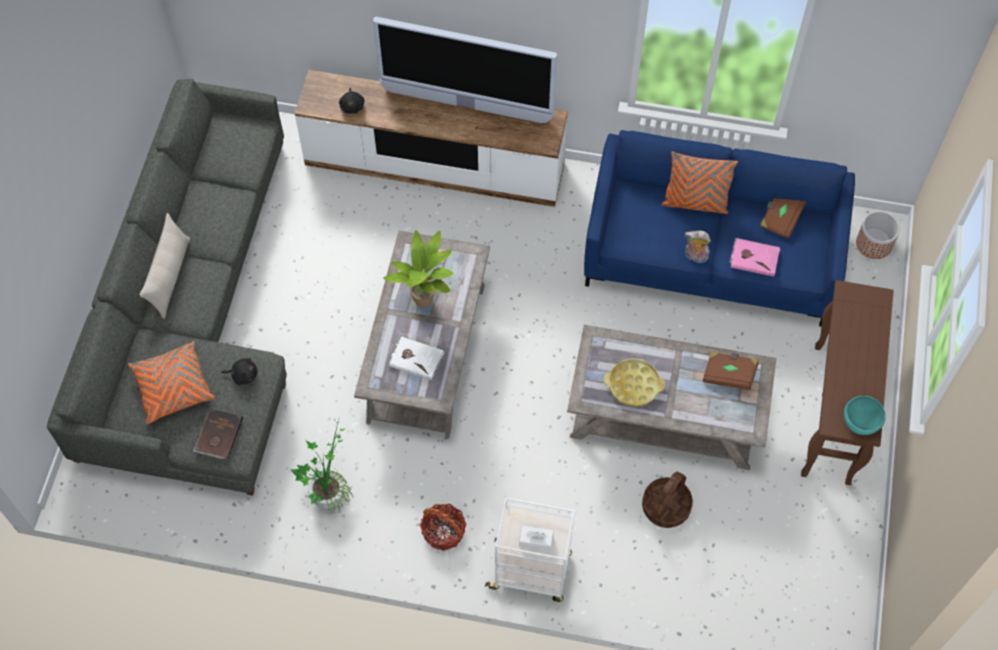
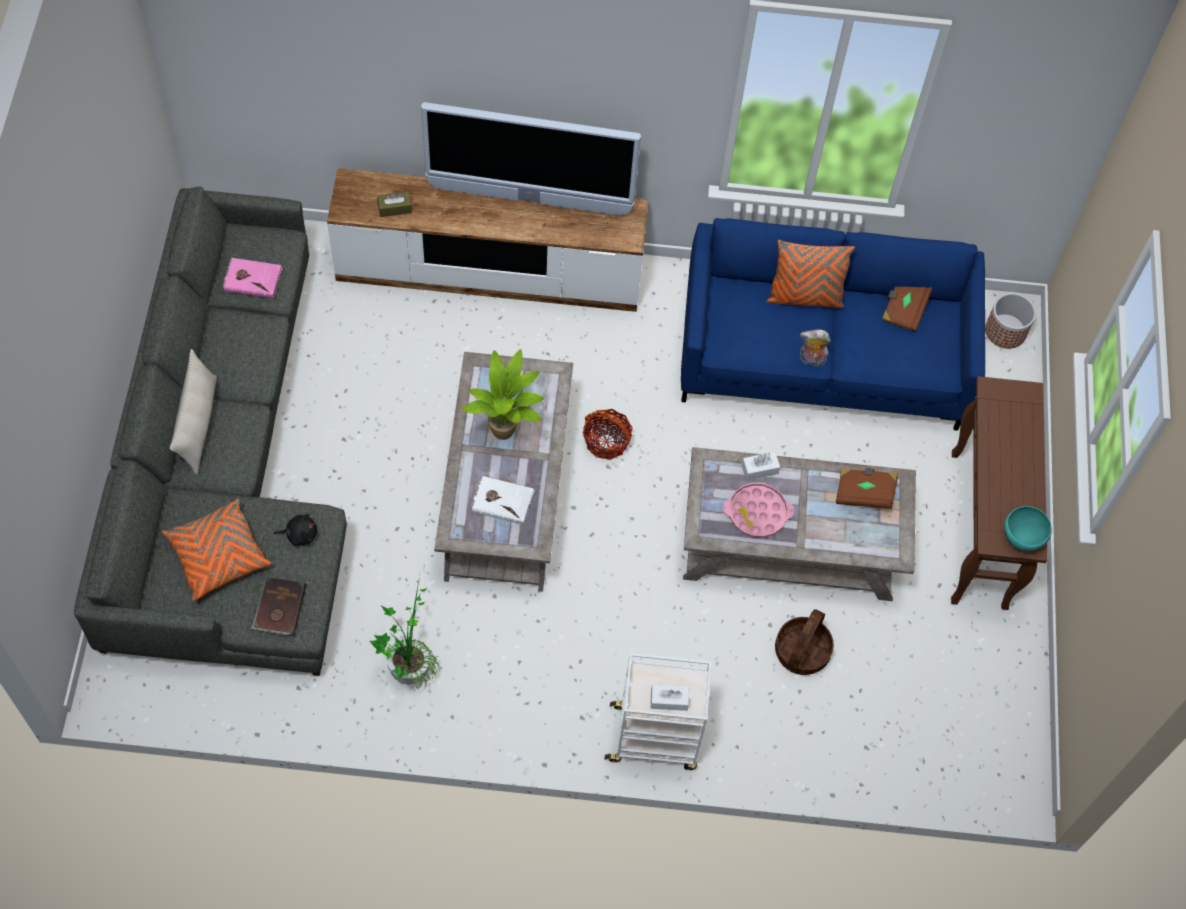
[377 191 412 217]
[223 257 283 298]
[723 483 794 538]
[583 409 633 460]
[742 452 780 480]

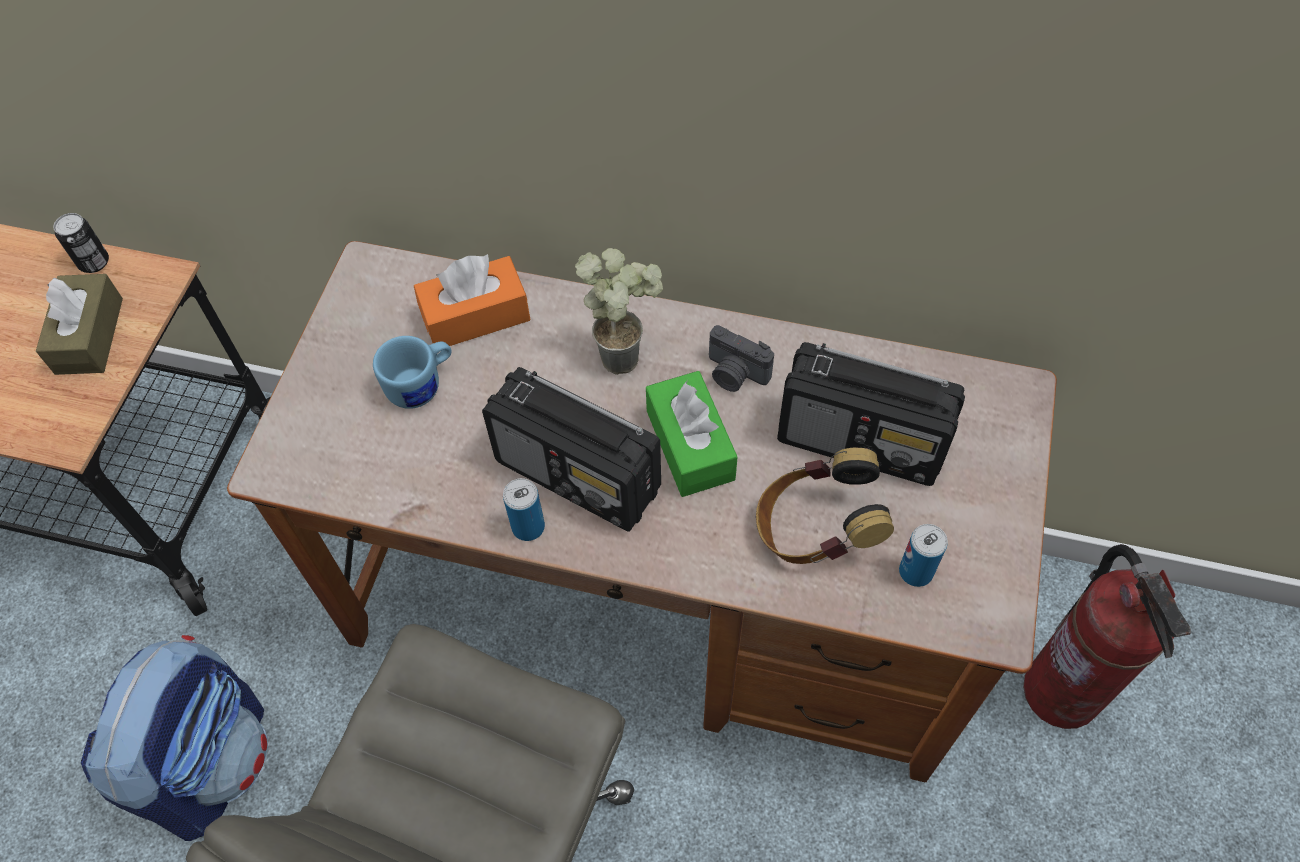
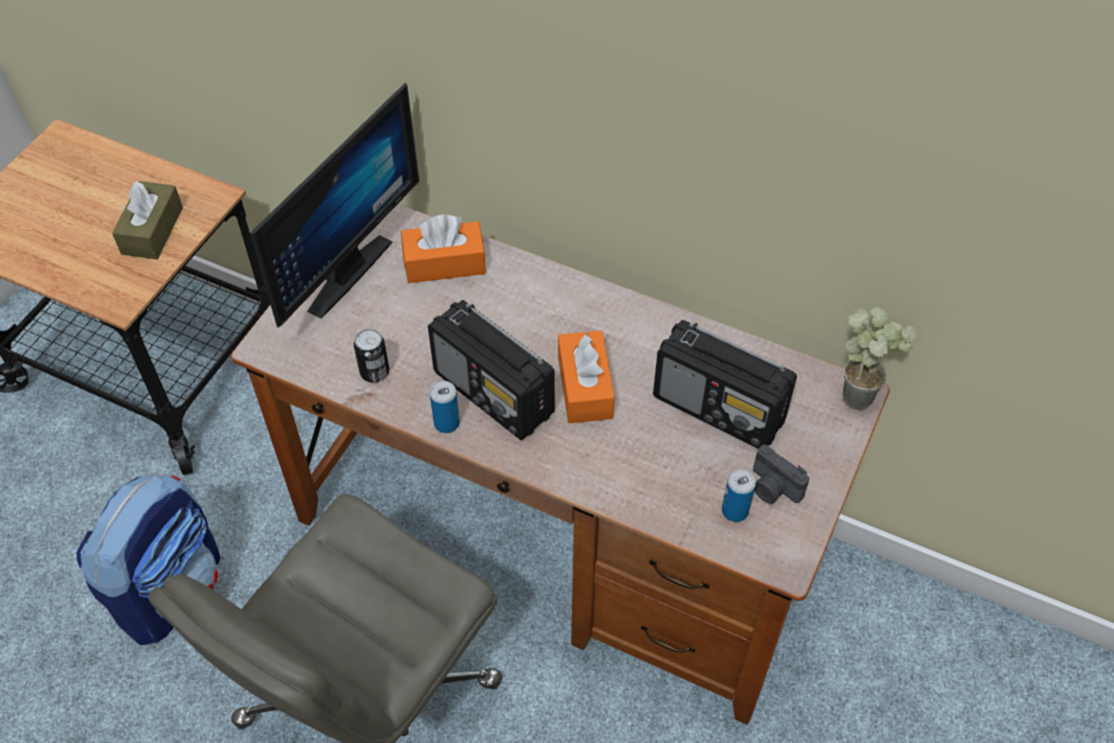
[354 329 389 382]
[842 307 916 410]
[753 445 810 504]
[373 336 452 409] (first image)
[558 330 615 423]
[756 448 894 564] (first image)
[1023 544 1191 729] (first image)
[250 82 419 328]

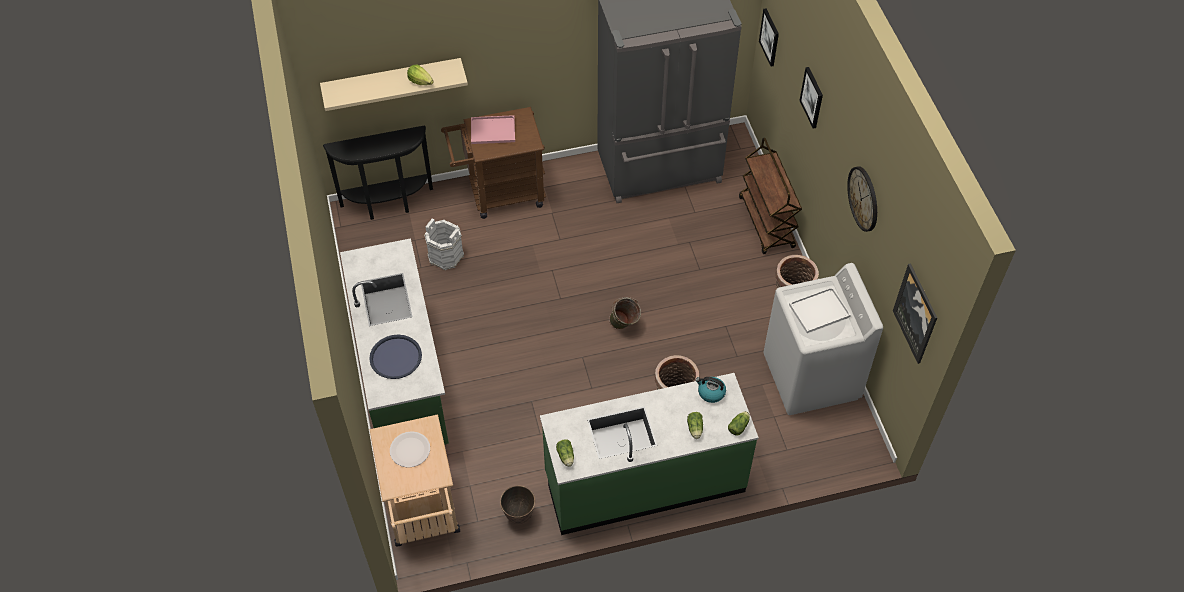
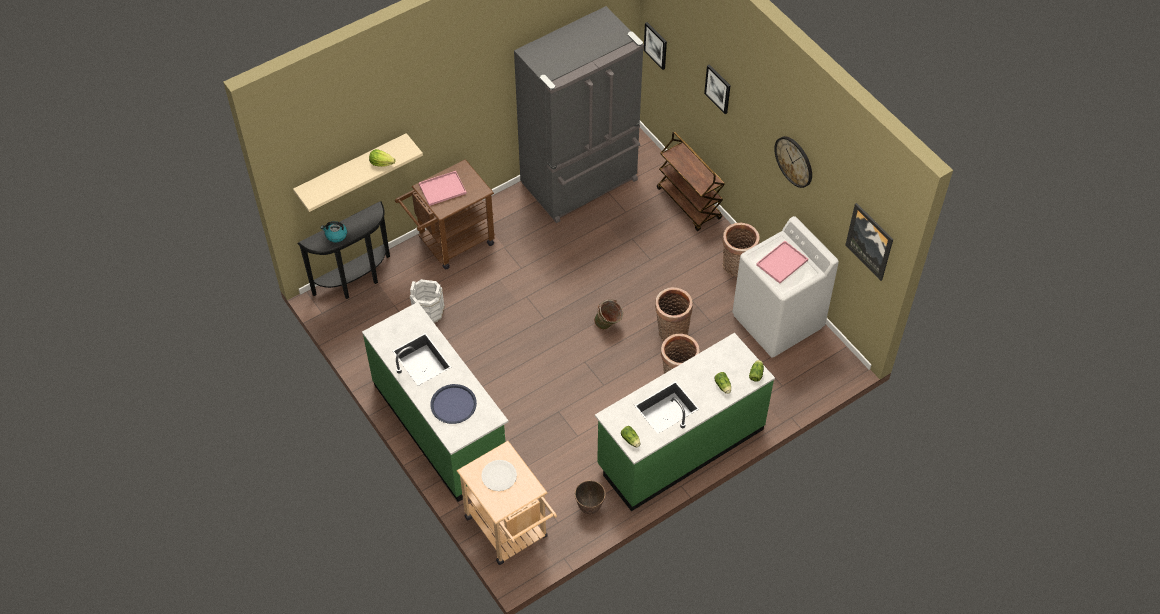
[756 241 808 284]
[321 221 347 243]
[655 287 693 341]

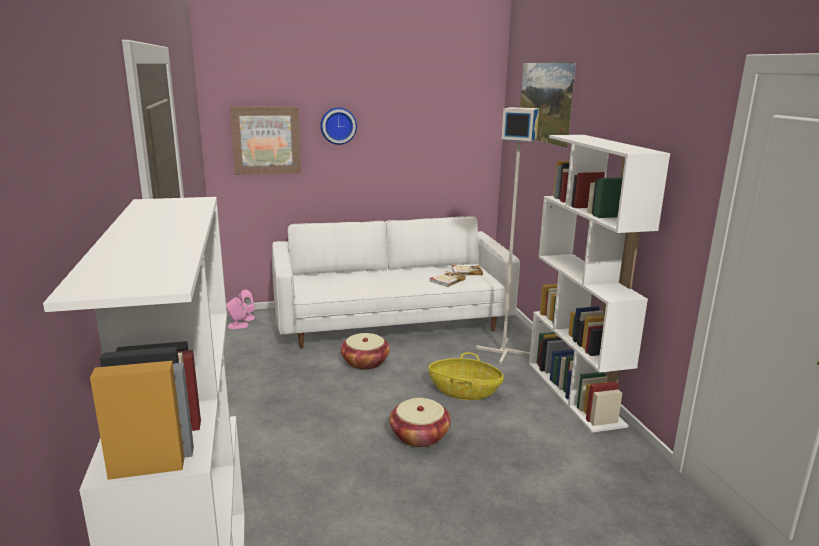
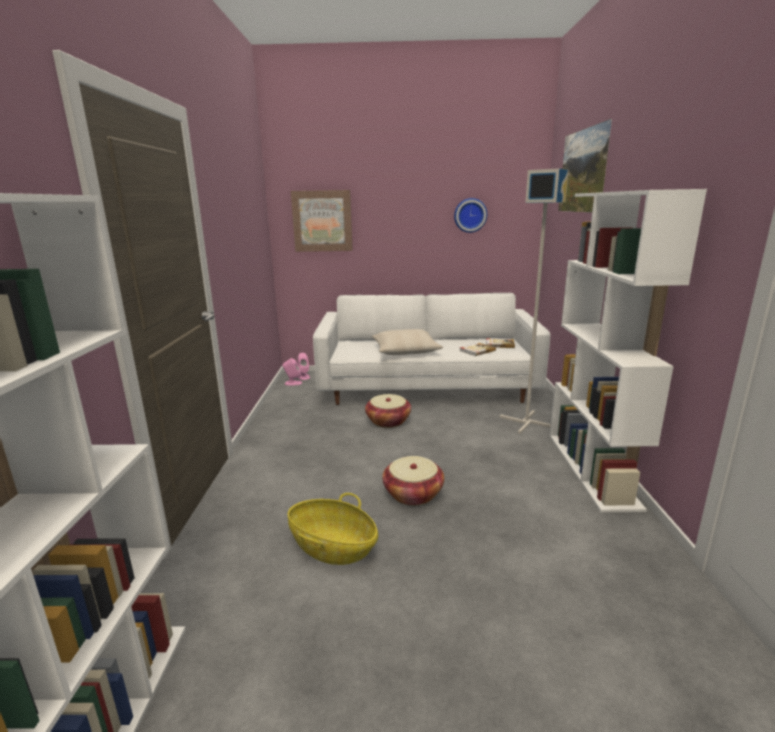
[454 198 487 233]
[288 493 378 565]
[372 329 443 355]

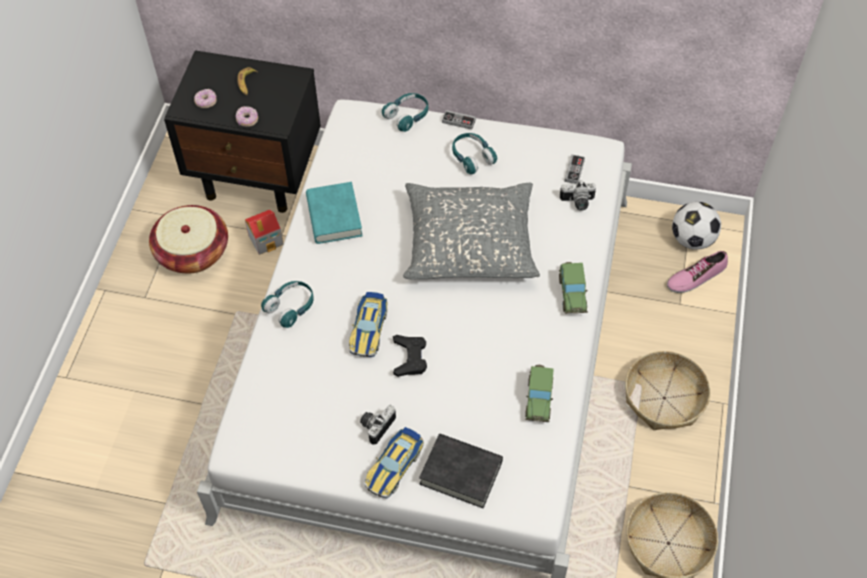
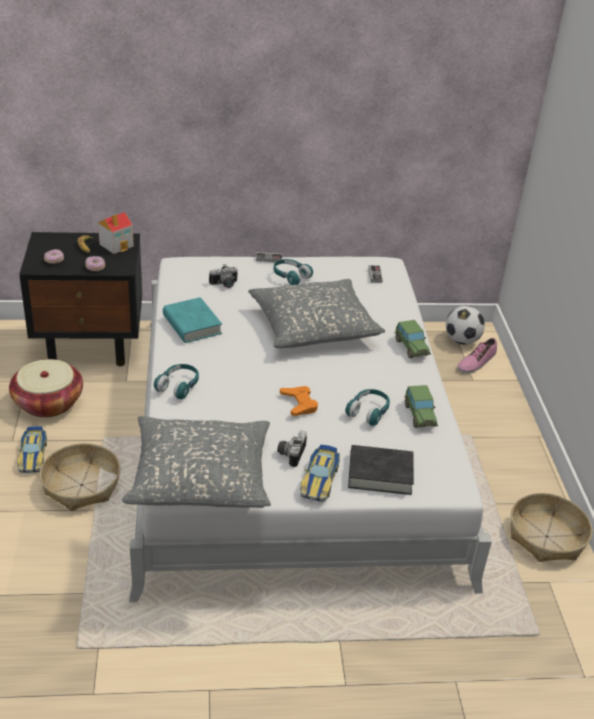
[345 389 390 426]
[209 265 238 288]
[98 212 134 254]
[17 426 47 473]
[280 386 318 416]
[39 443 120 511]
[122 416 271 508]

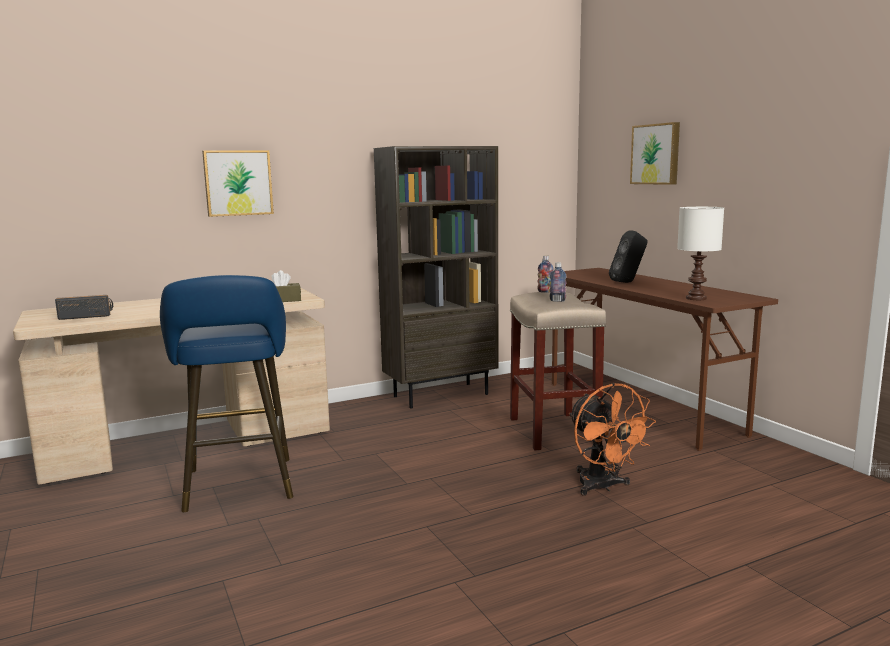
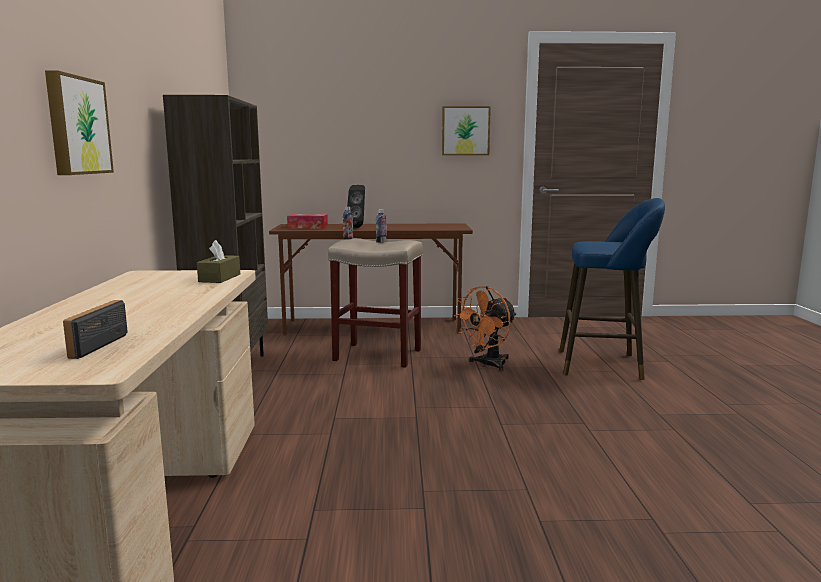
[442 106 491 155]
[677 207 724 300] (first image)
[559 198 665 380]
[454 286 517 371]
[287 214 328 229]

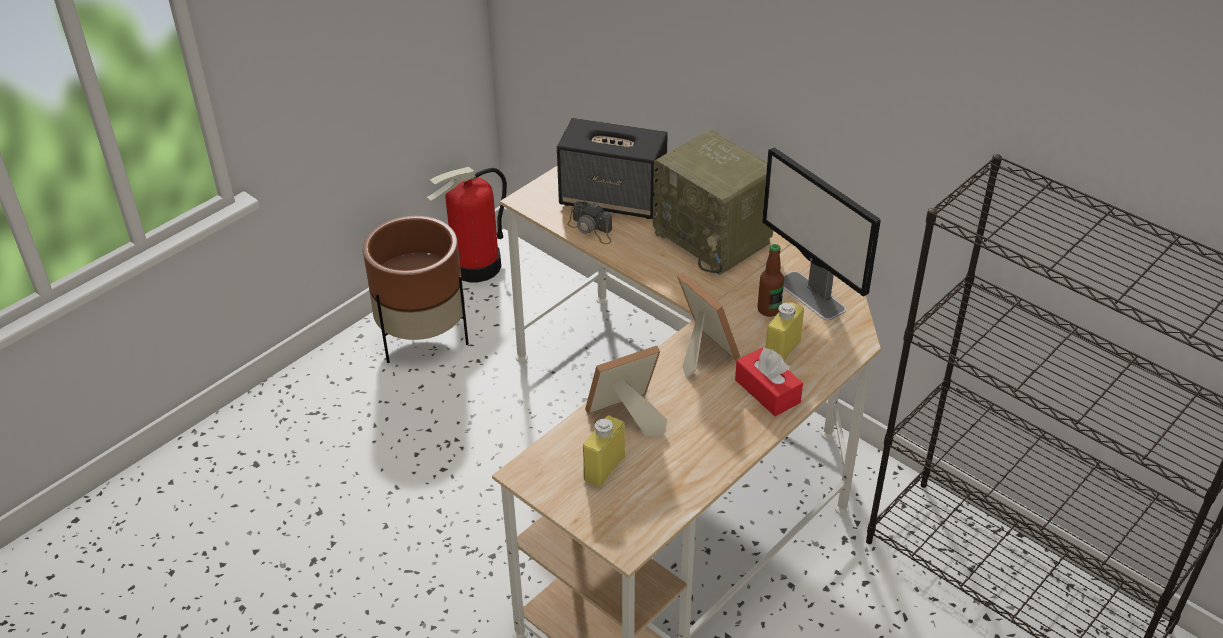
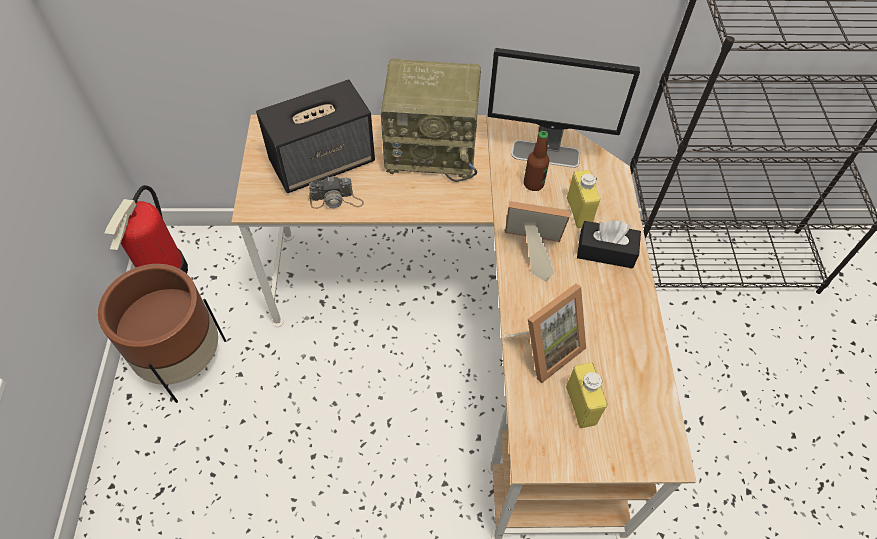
[506 284 586 383]
[577 220 641 269]

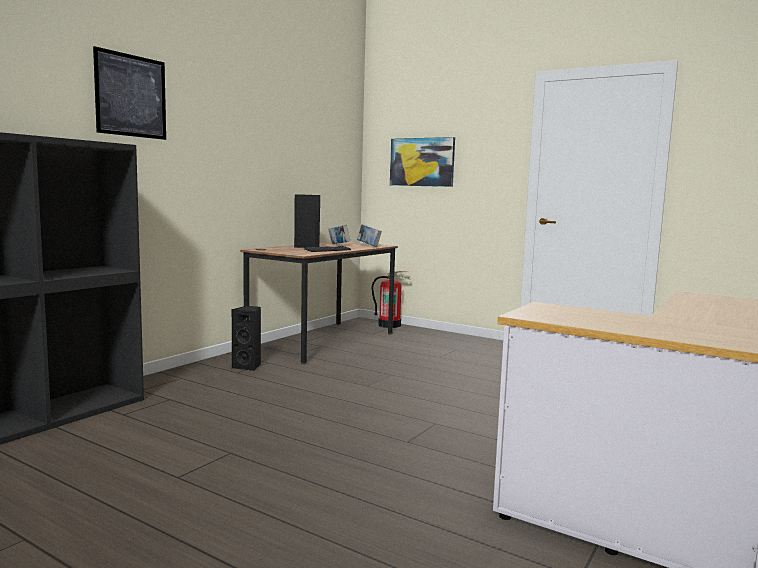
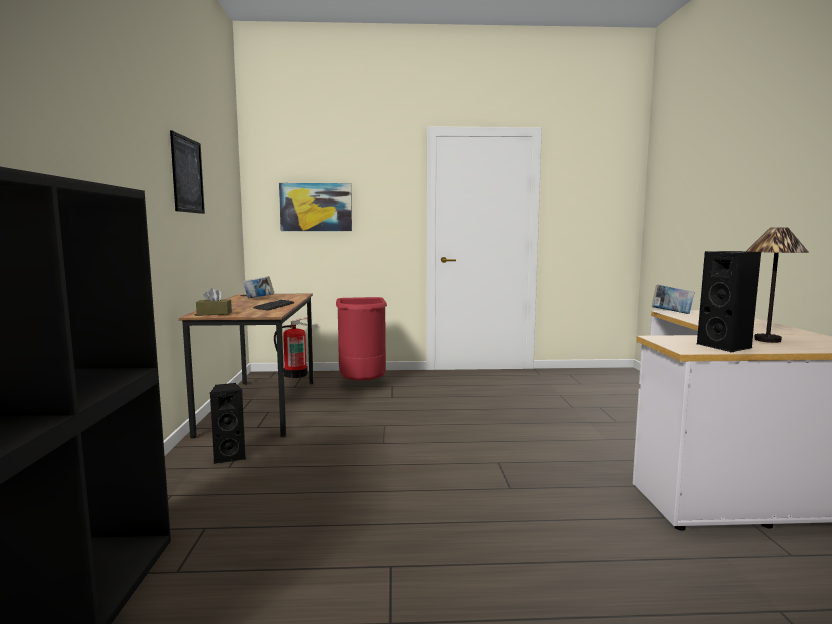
[170 130 205 214]
[697 251 762 352]
[652 285 694 314]
[746 227 809 343]
[196 288 232 315]
[336 297 387 381]

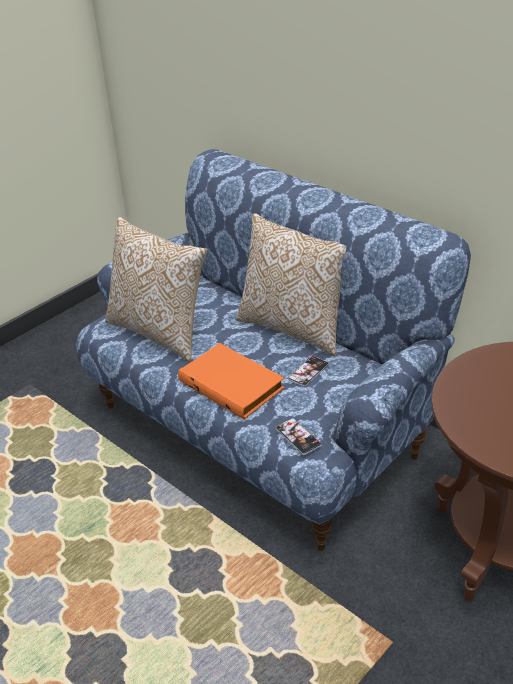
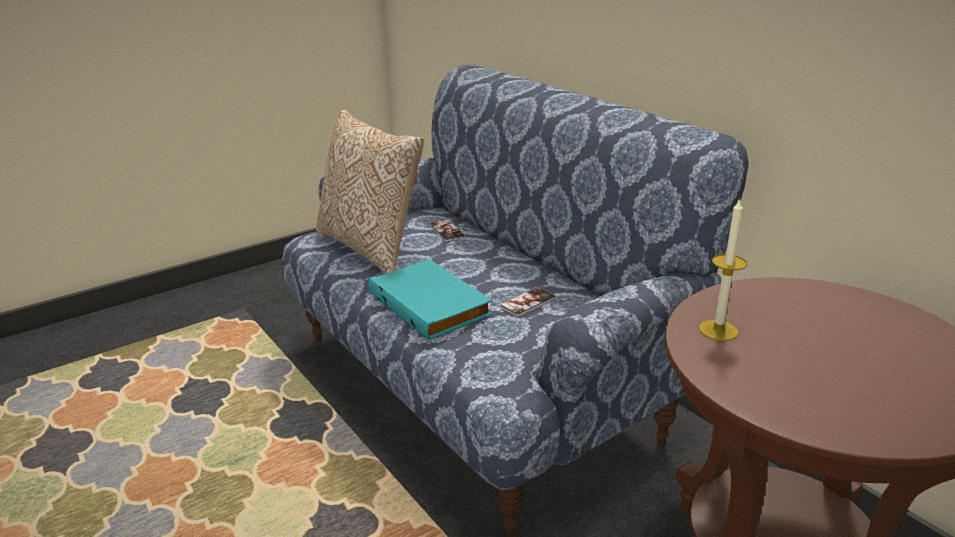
[236 213 346 356] (first image)
[368 259 492 340]
[430 218 466 242]
[699 198 747 341]

